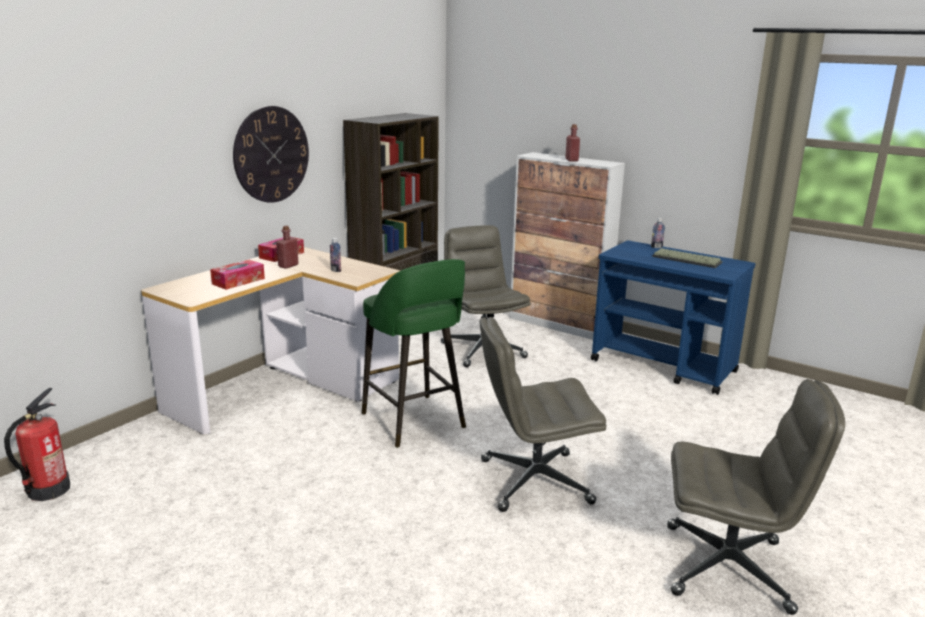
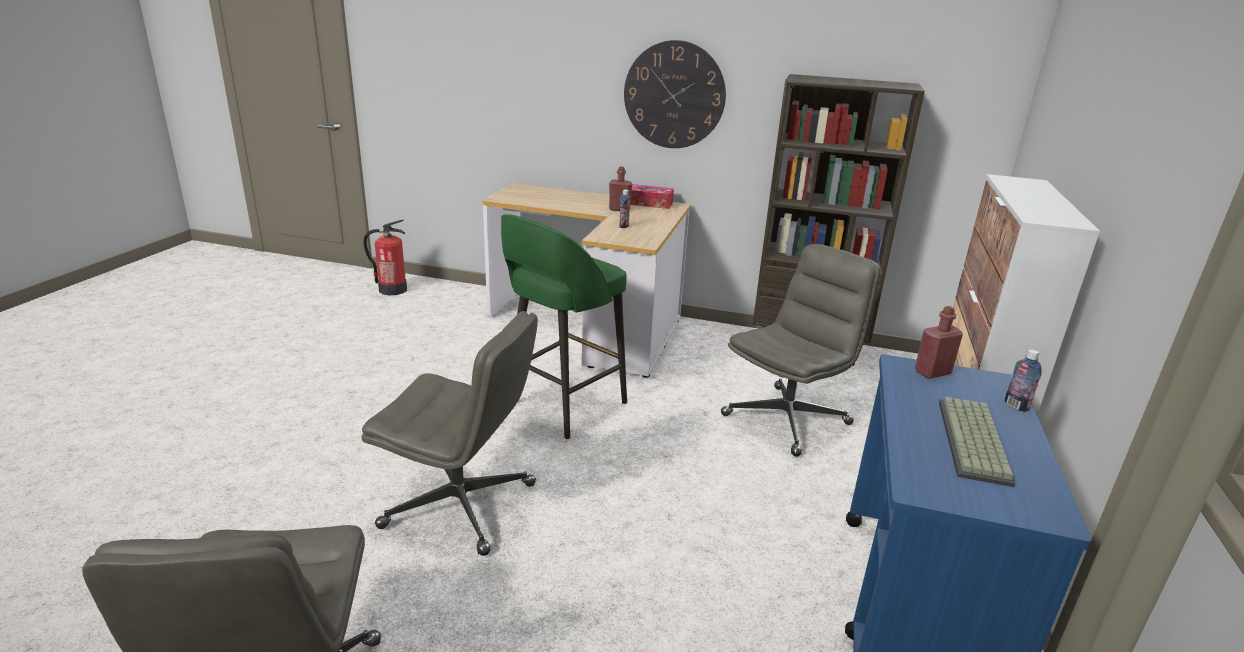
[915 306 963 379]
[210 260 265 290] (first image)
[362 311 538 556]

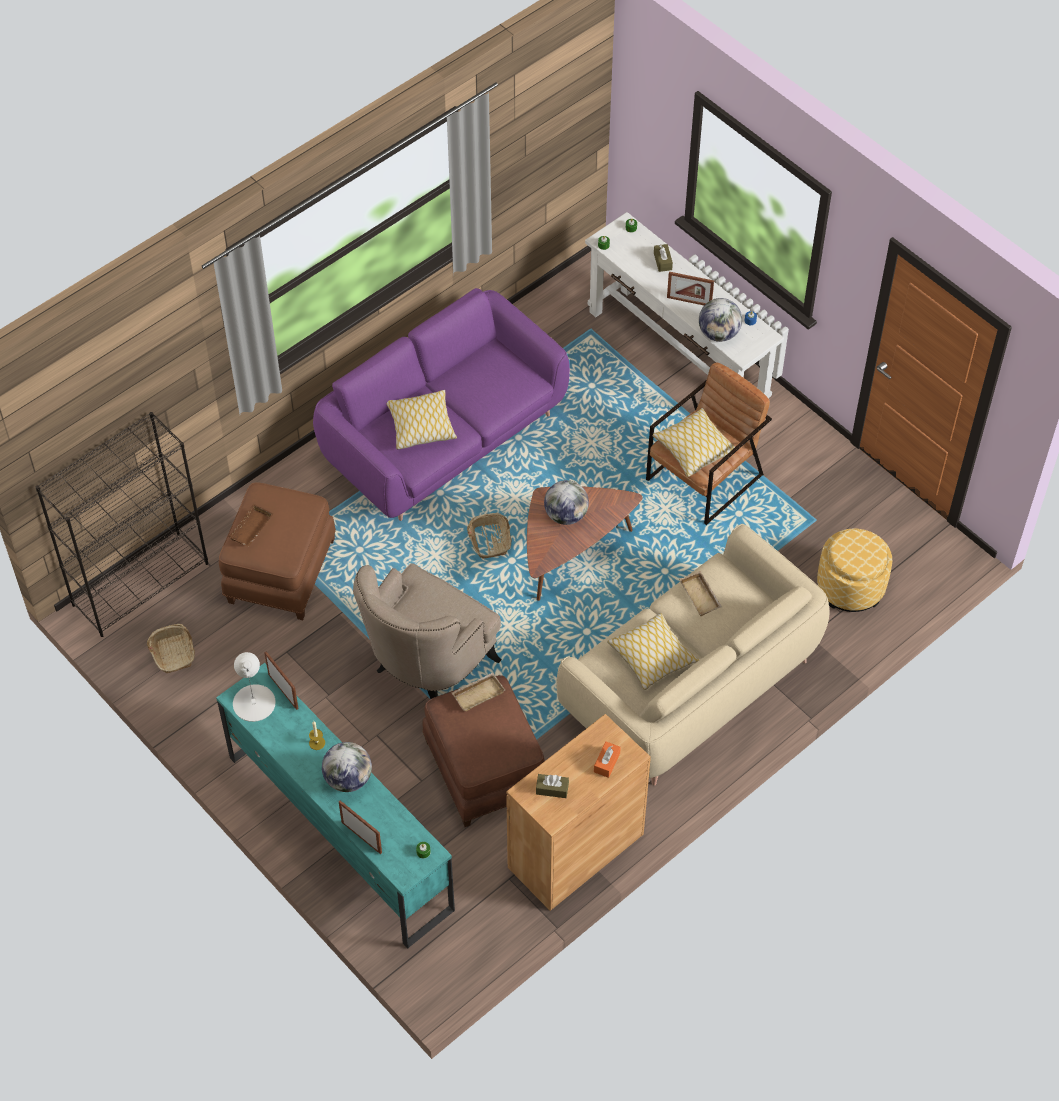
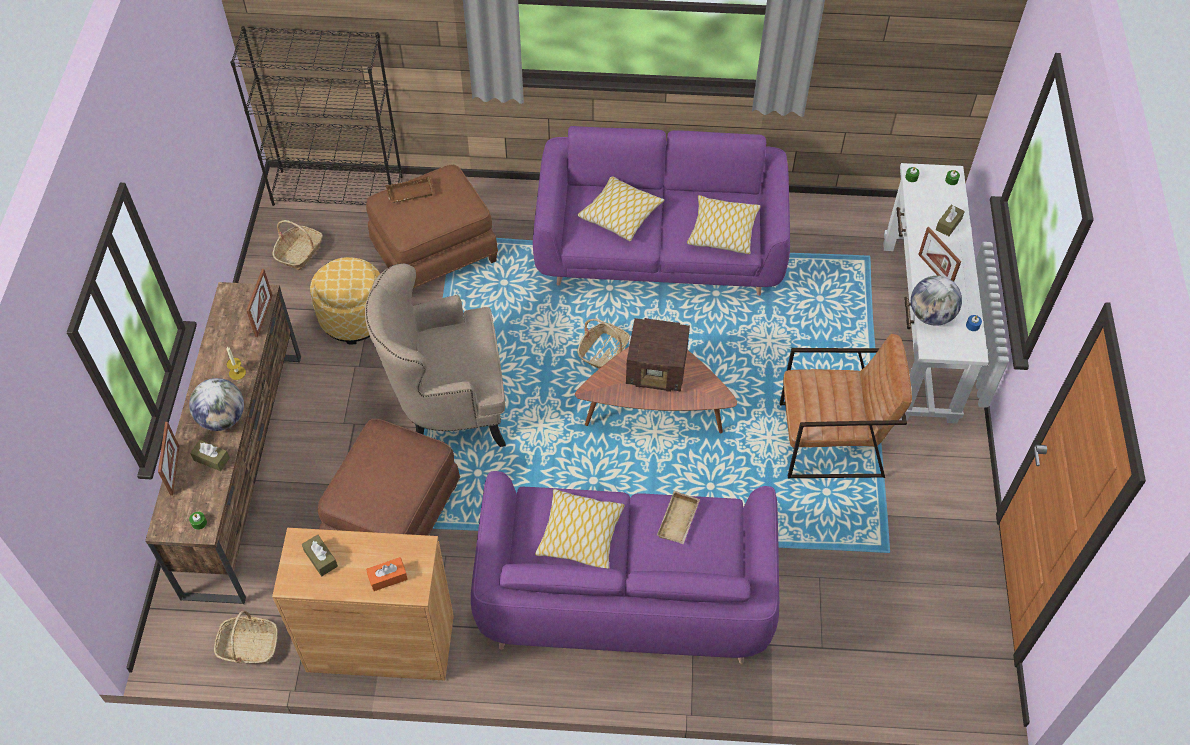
[687 195 761 254]
[626 318 690 392]
[471 471 779 664]
[310 257 380 344]
[233 652 276 722] (first image)
[145 282 301 604]
[452 672 505 711] (first image)
[190 440 230 471]
[214 611 278 664]

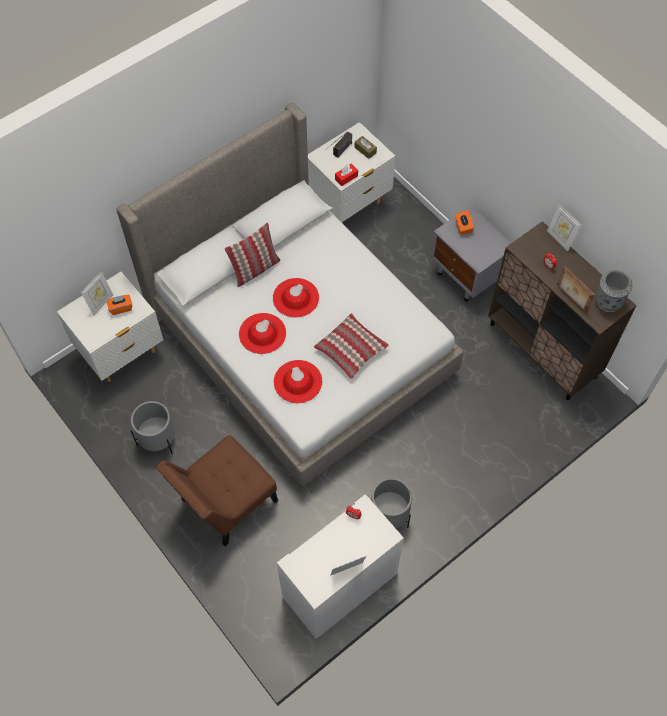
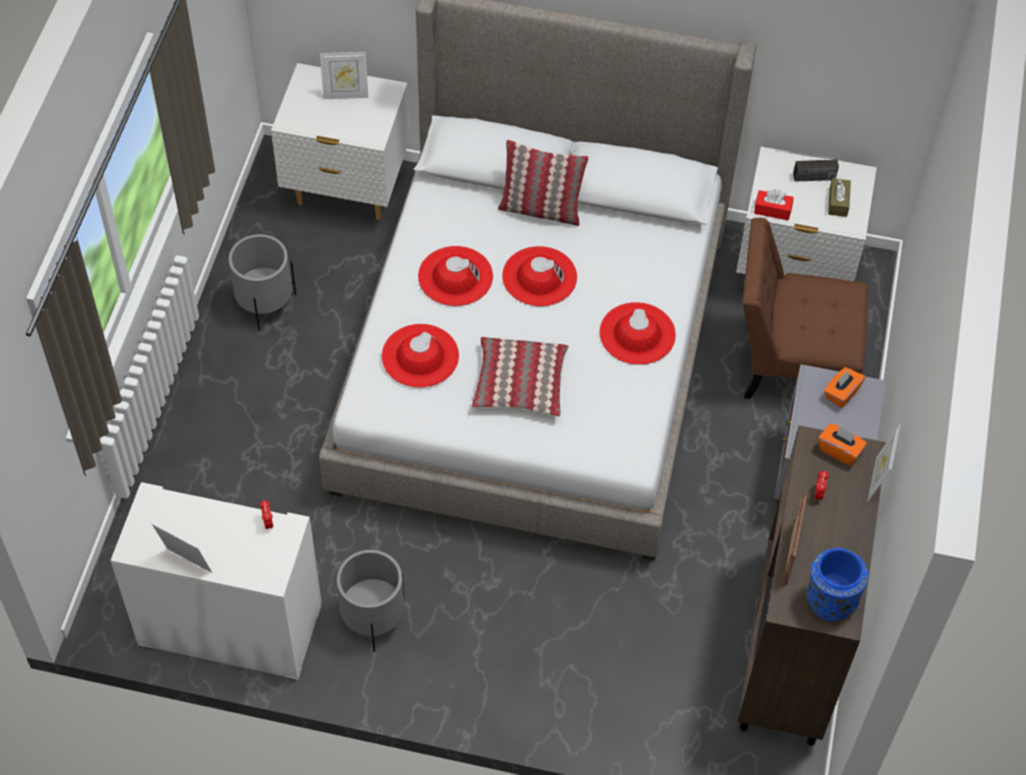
[807 548 869 621]
[818 423 867 466]
[743 218 868 399]
[599 302 676 365]

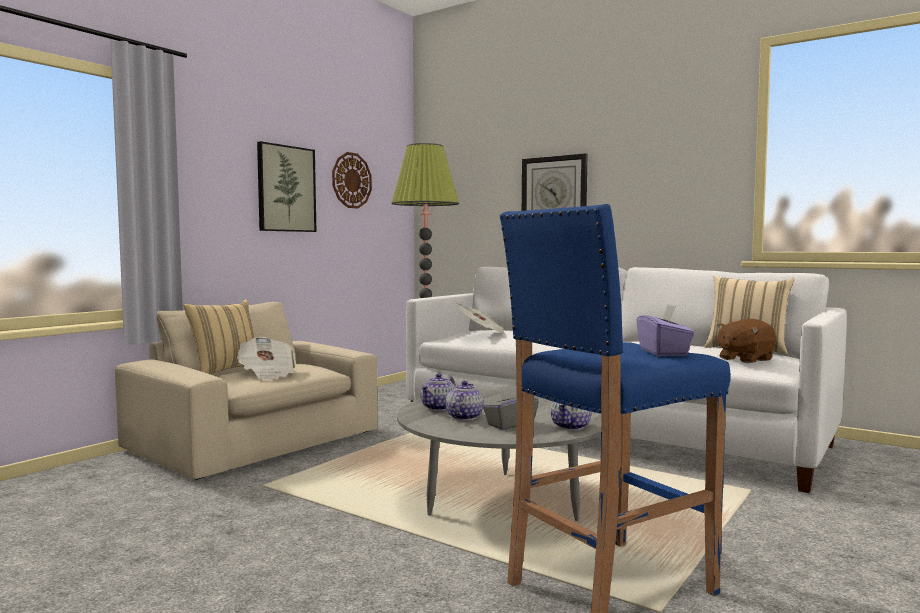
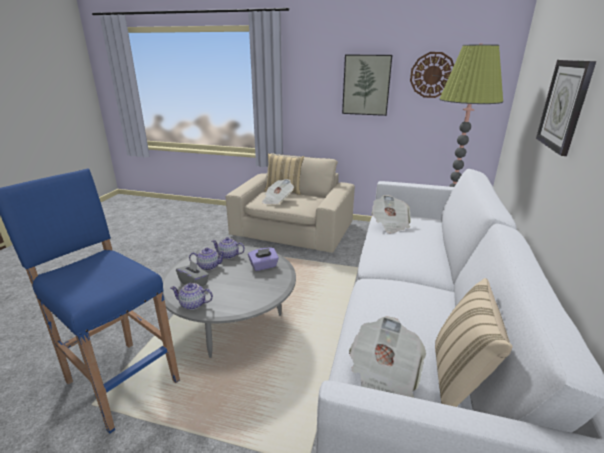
[248 247 279 271]
[349 316 426 398]

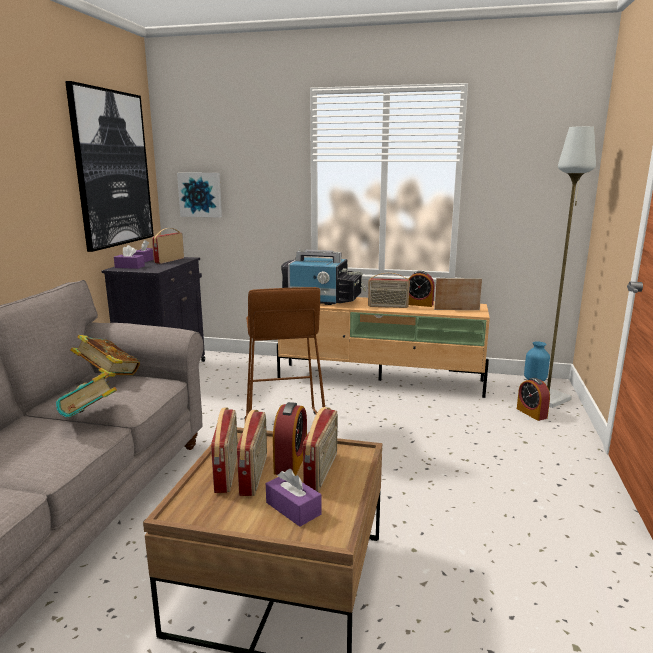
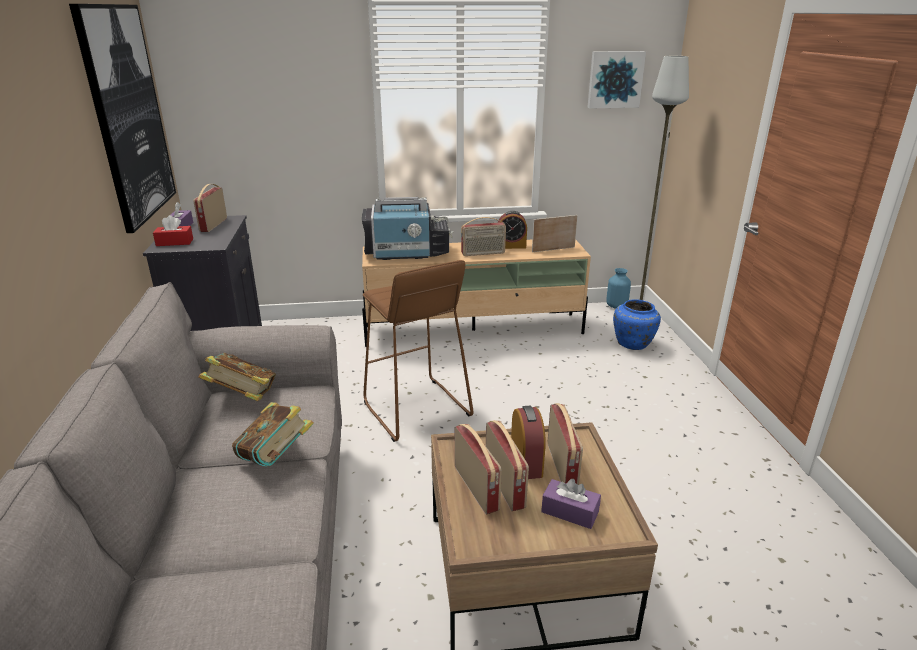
[587 51 646 109]
[153 215 193 246]
[613 299 661 350]

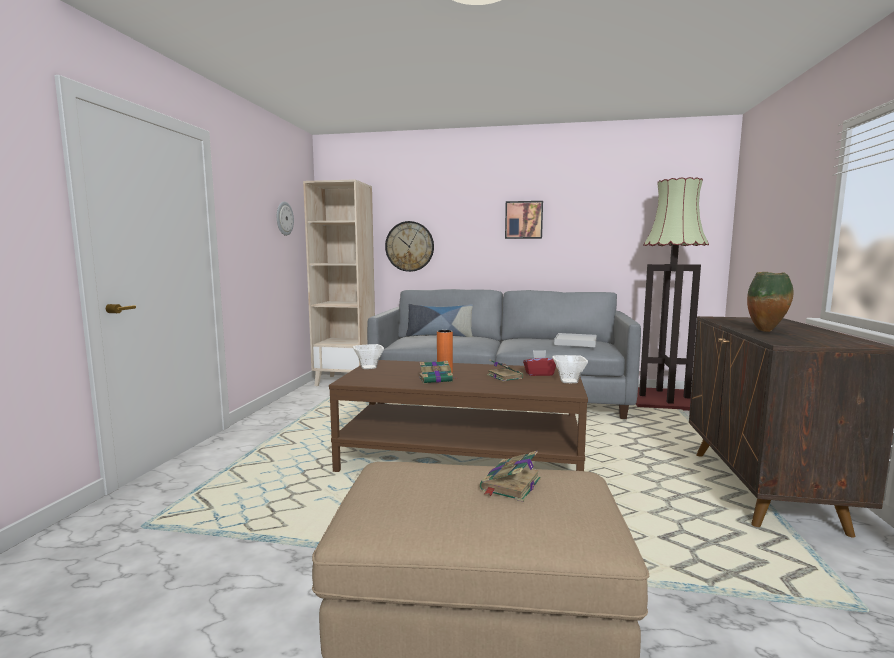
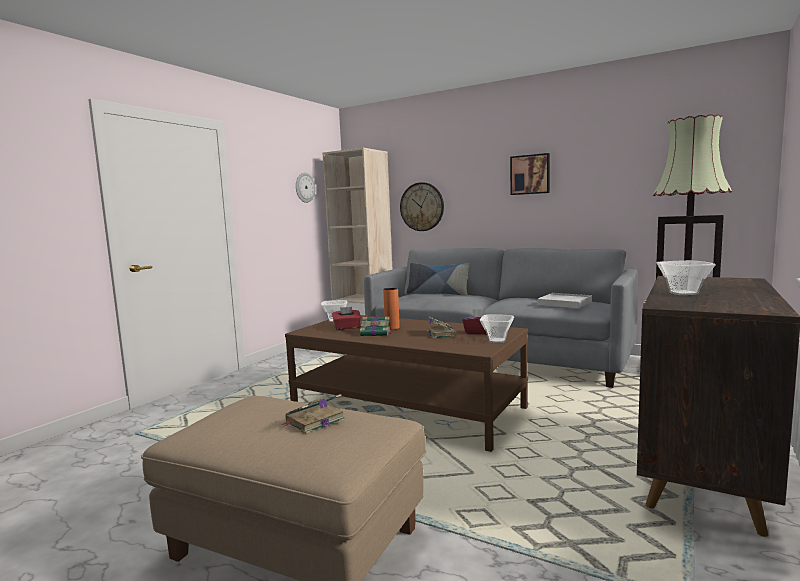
[656 260 716 295]
[332 307 361 330]

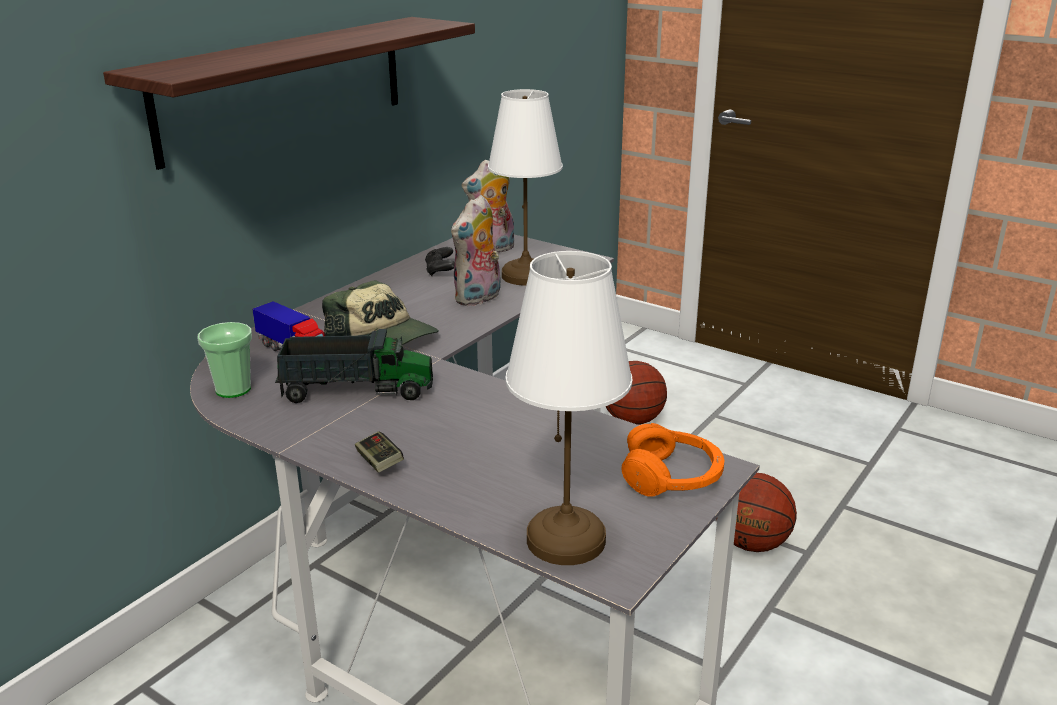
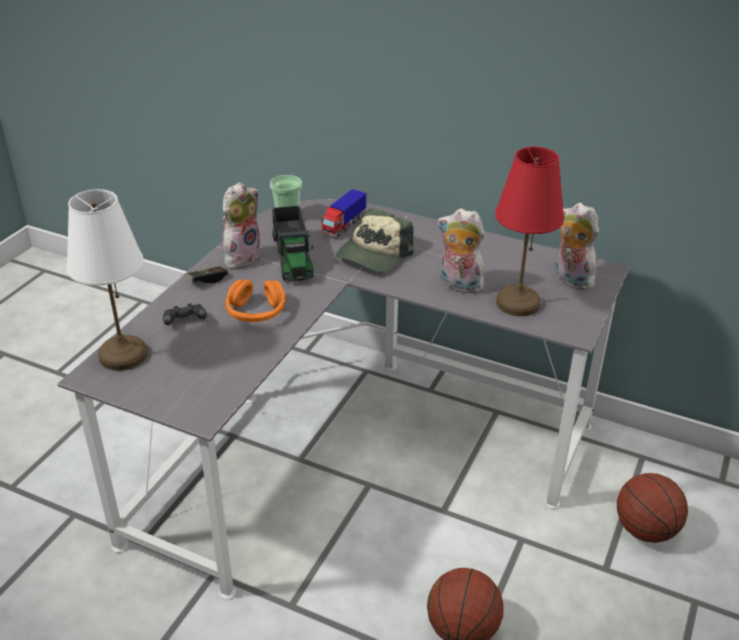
[103 17 475 170] (first image)
[495 147 564 316]
[163 304 207 325]
[226 280 286 322]
[222 182 261 269]

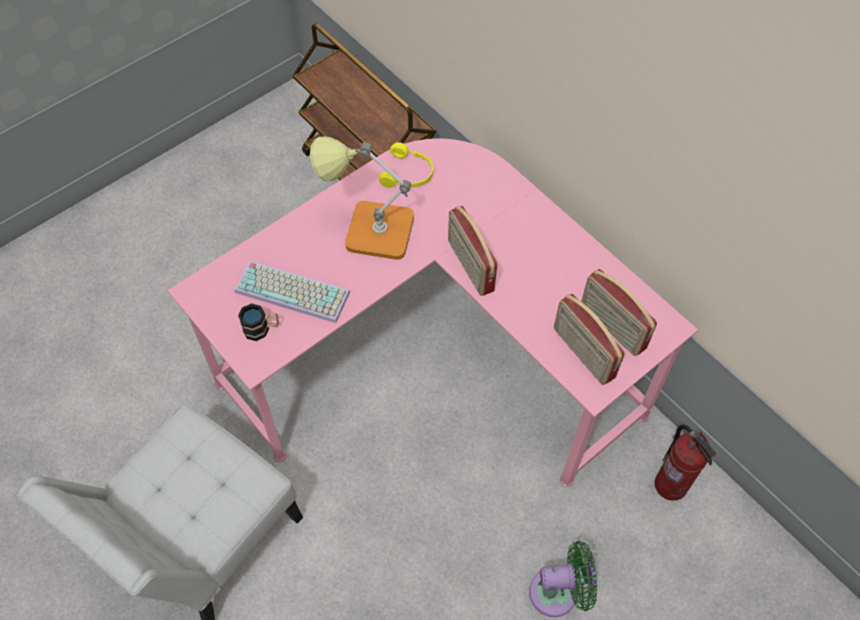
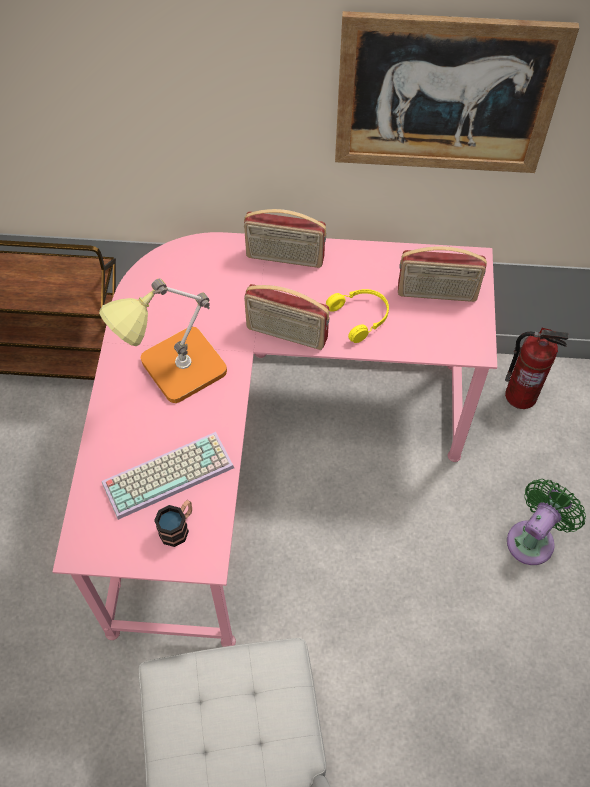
[326 289 389 343]
[244 209 326 268]
[335 11 579 173]

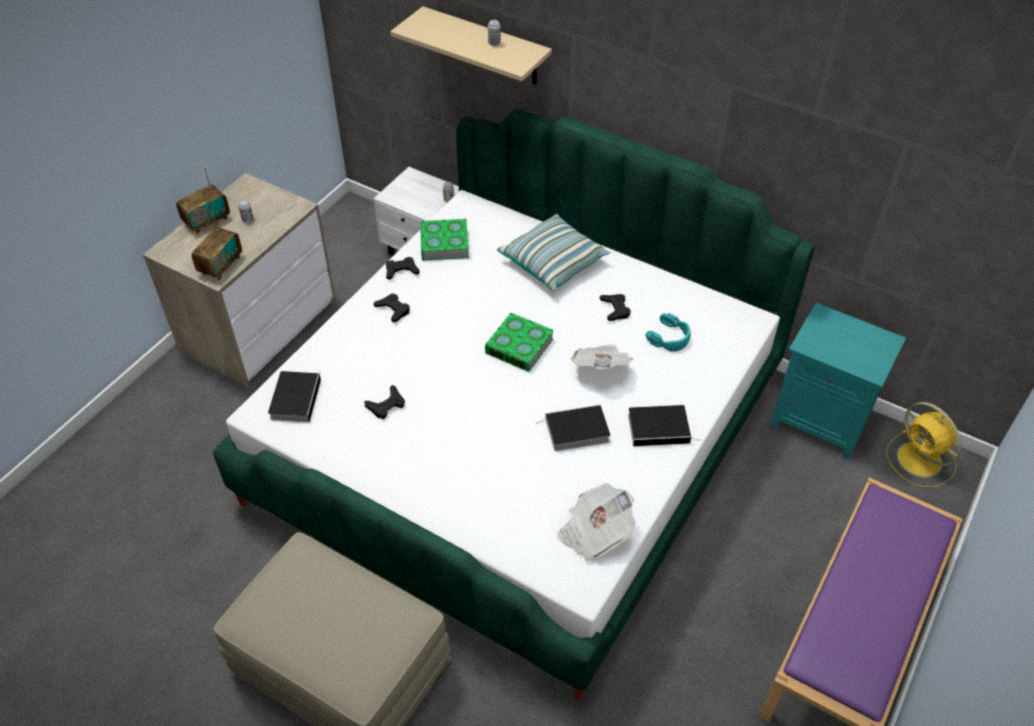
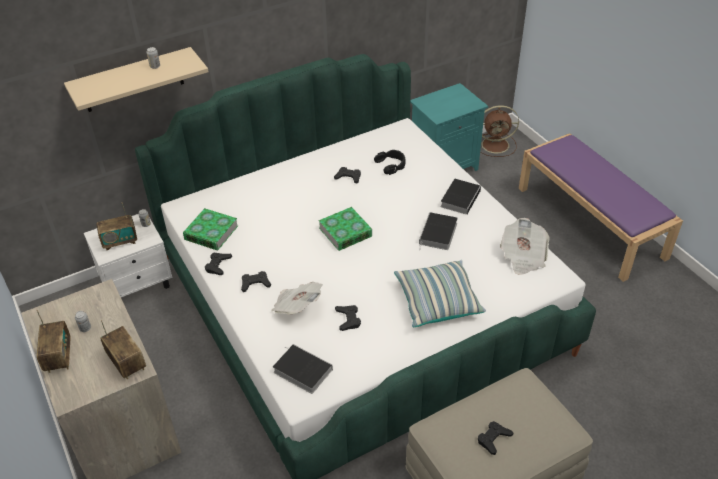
[394 260 486 327]
[374 150 406 175]
[271 282 323 315]
[480 105 519 157]
[97 202 137 250]
[478 421 513 455]

